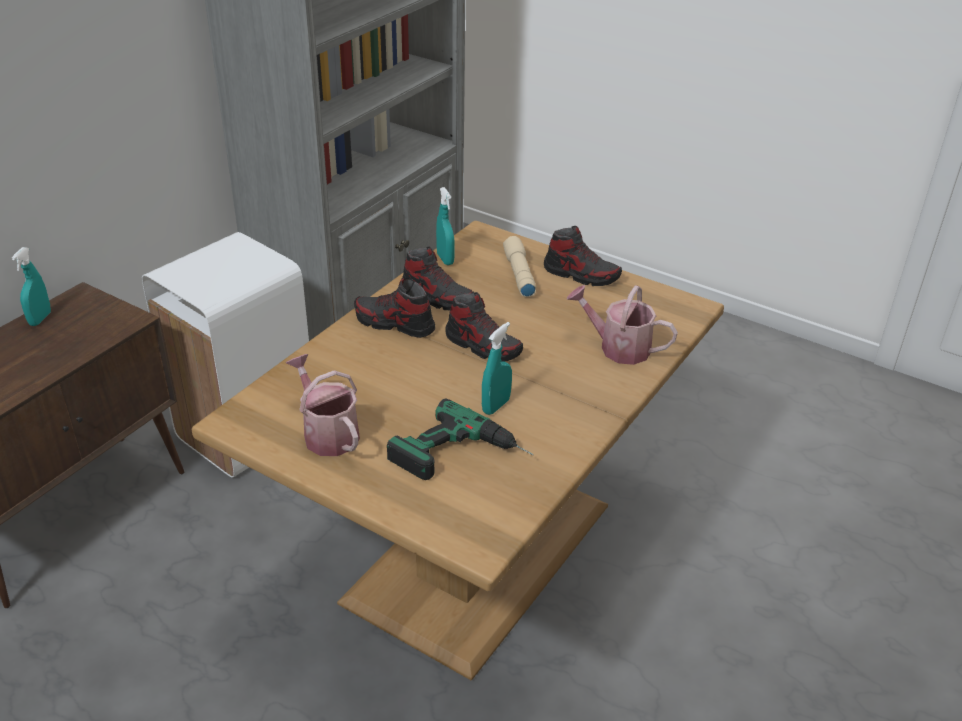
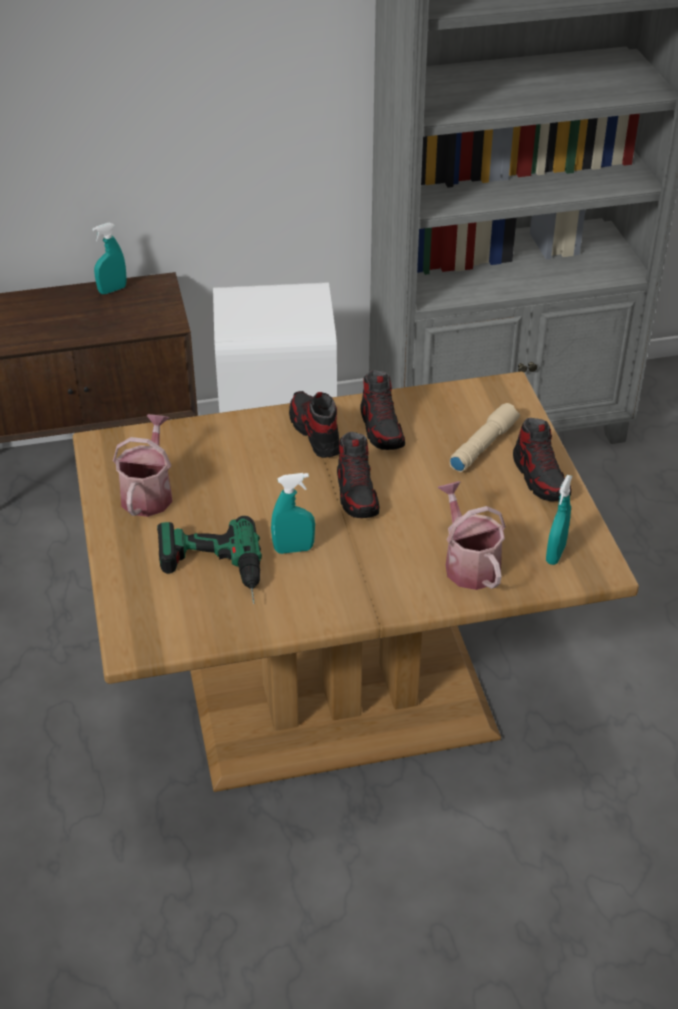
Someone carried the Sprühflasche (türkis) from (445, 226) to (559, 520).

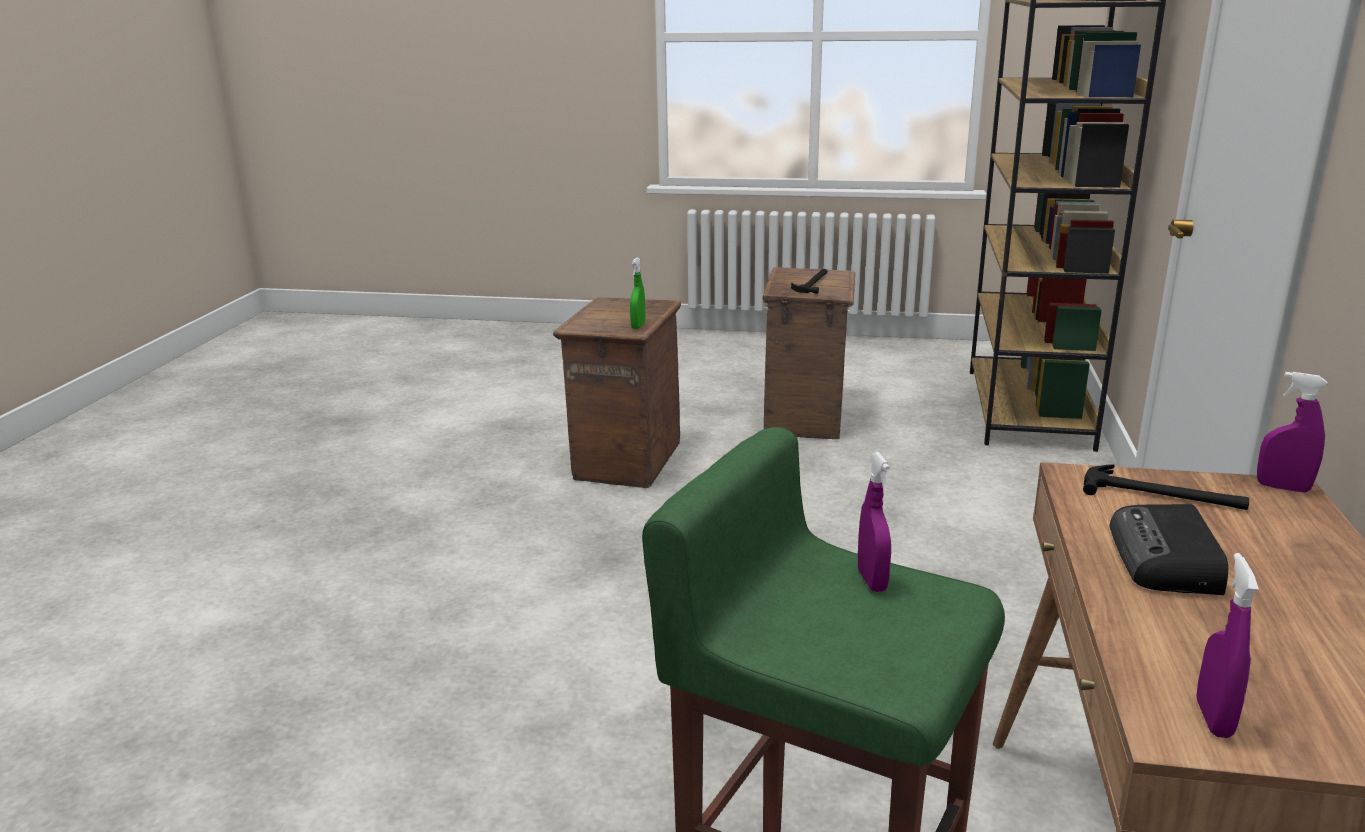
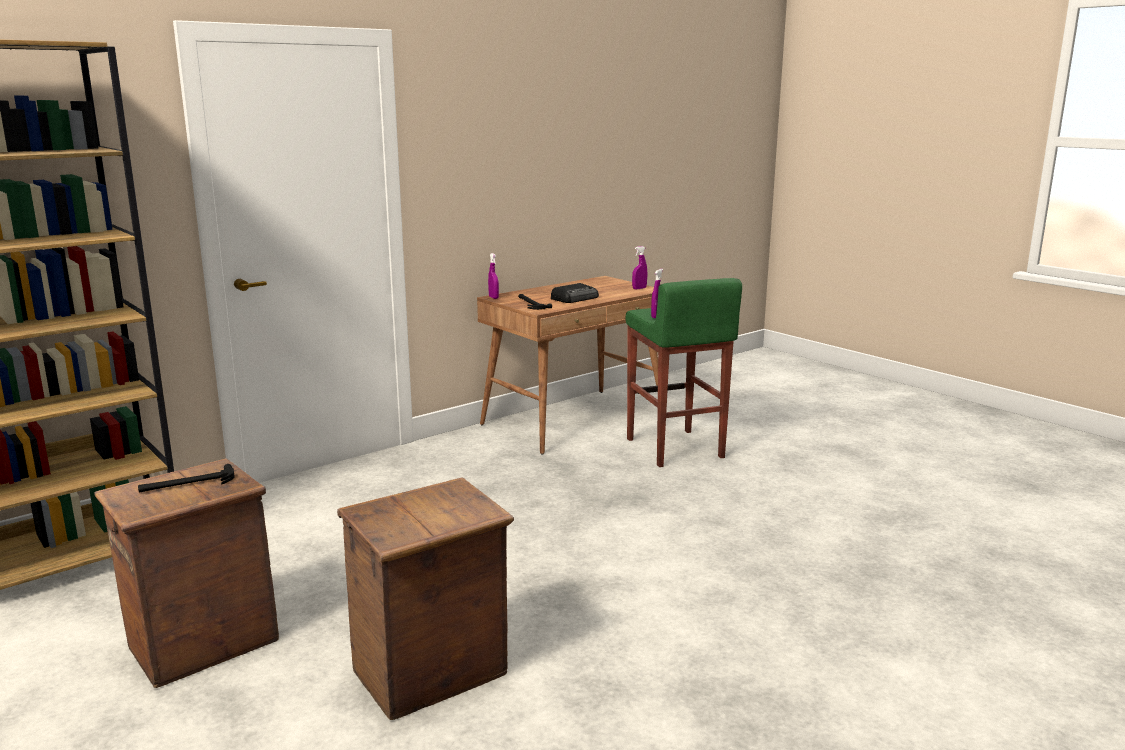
Someone took away the Sprühflasche (grün) at (637, 293).

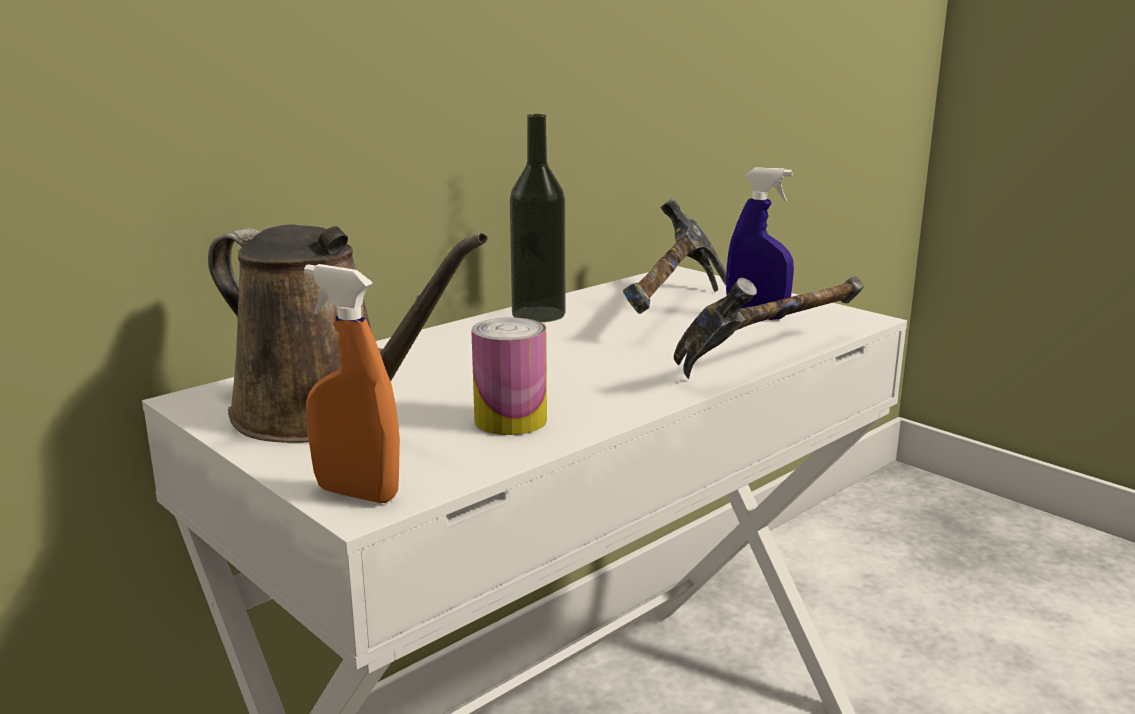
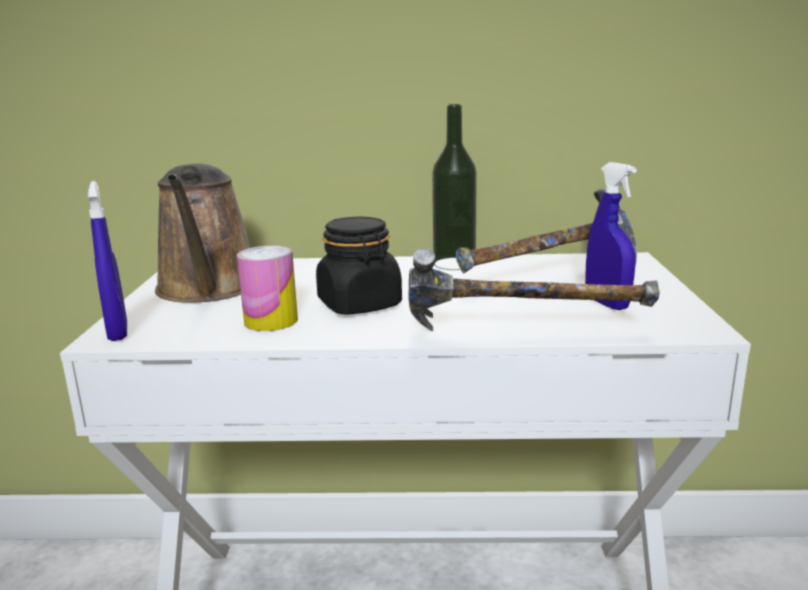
Someone repainted the Sprühflasche (orange) at (352, 383), which became the Sprühflasche (blau) at (107, 261).
Someone put down the Vorratsglas (schwarz) at (359, 266).

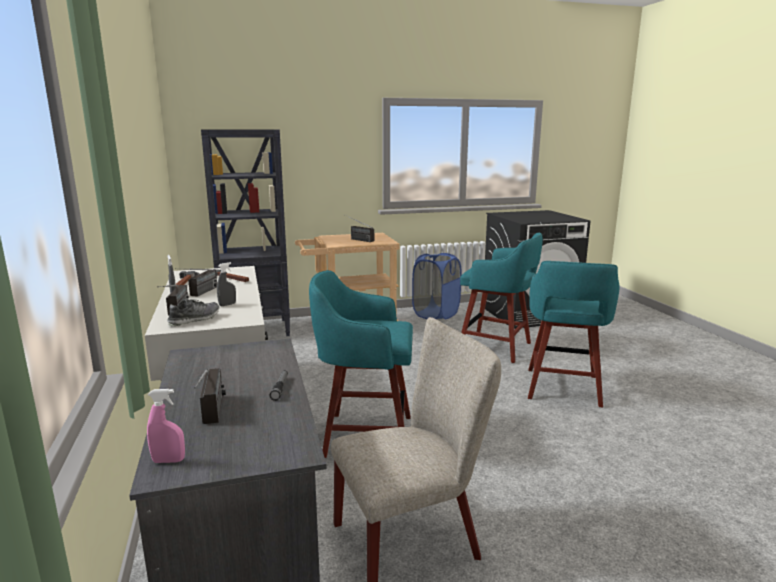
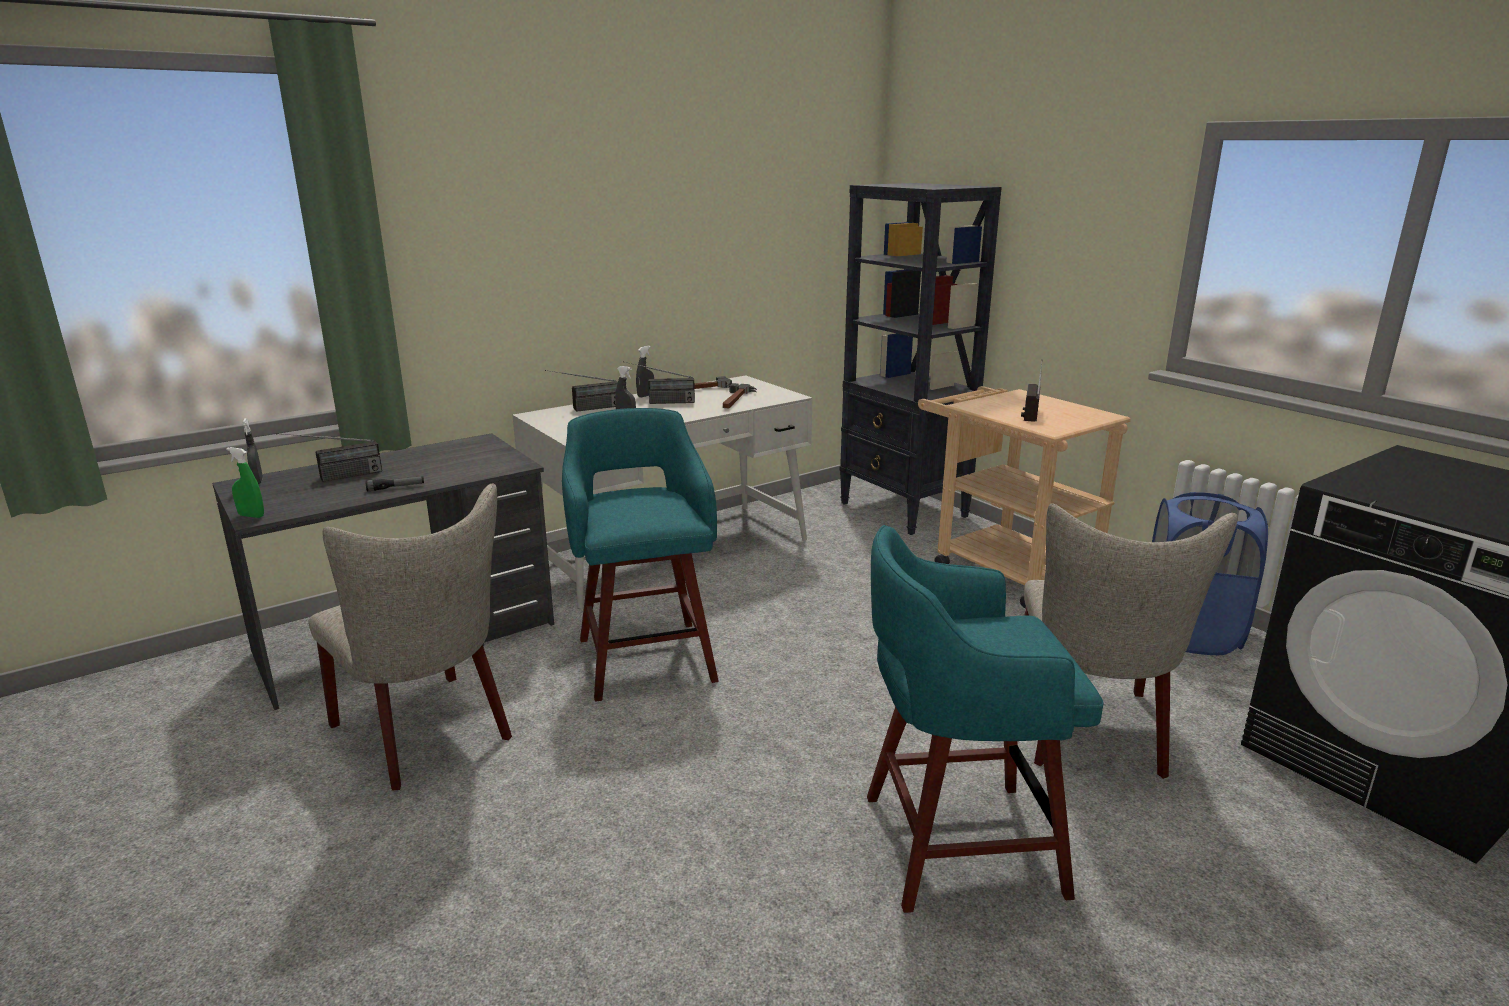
Someone swapped the Hocker (türkis) at (501, 298) for the Stuhl (beige) at (1131, 641).
Someone took away the Schuh at (193, 312).
Someone repainted the Sprühflasche (rosa) at (166, 426), which became the Sprühflasche (grau) at (253, 451).
Someone put down the Sprühflasche (grün) at (245, 482).

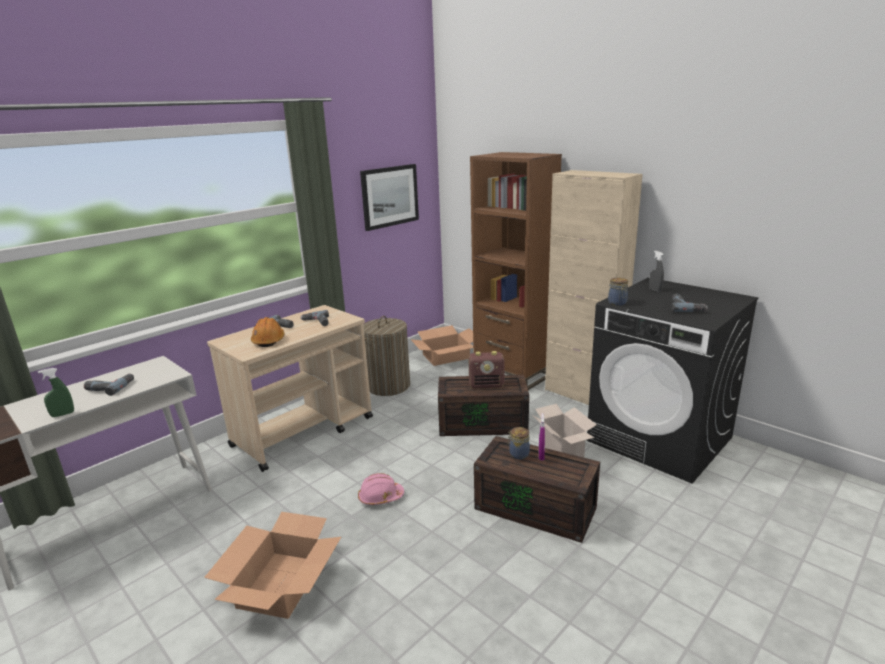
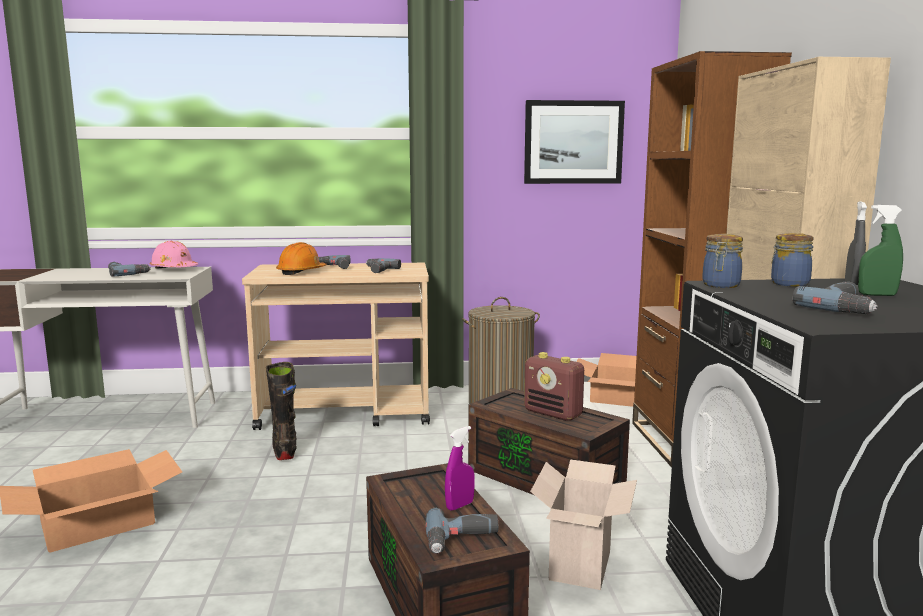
Someone carried the Sprühflasche (grün) from (56, 392) to (880, 250).
Someone carried the Vorratsglas from (518, 443) to (792, 260).
Someone carried the Schutzhelm (rosa) from (381, 489) to (174, 254).
Someone put down the Stiefel (schwarz) at (281, 411).
Someone put down the Bohrmaschine at (462, 531).

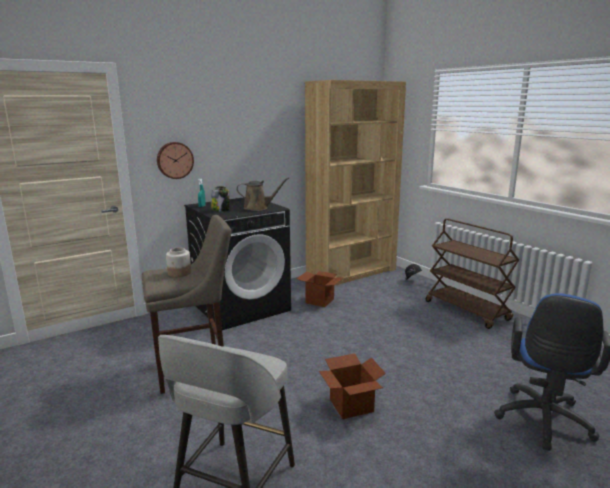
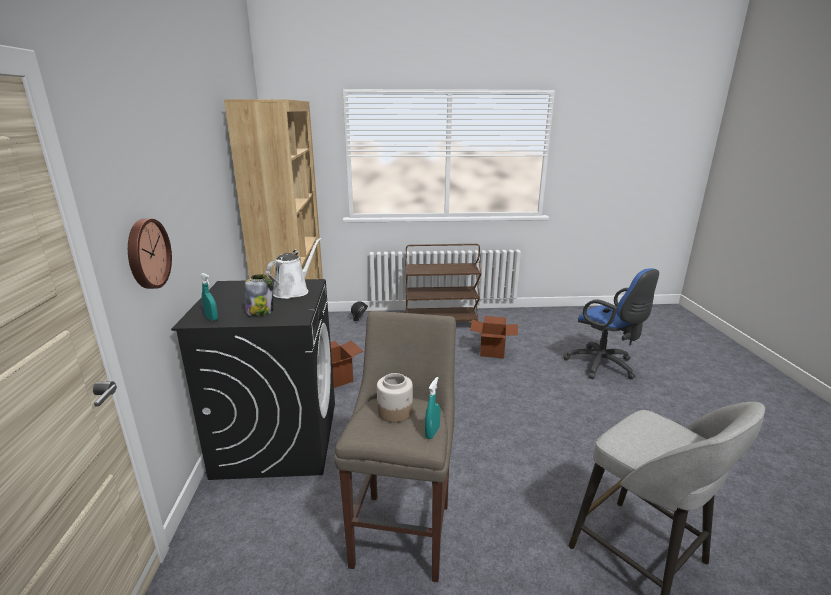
Someone repainted the Gießkanne (braun) at (262, 194), which became the Gießkanne (weiß) at (293, 268).
Someone carried the Karton from (352, 386) to (494, 337).
Someone put down the Sprühflasche (türkis) at (432, 408).

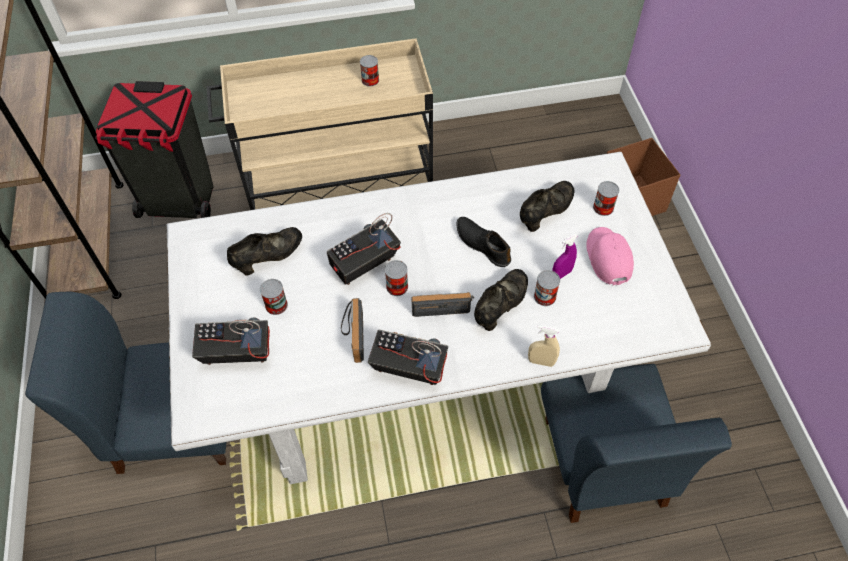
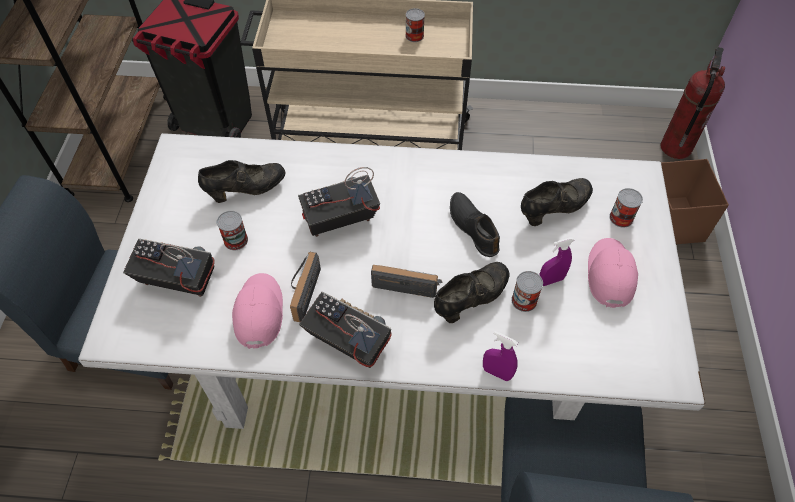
Someone took away the Dose at (396, 278).
Someone repainted the Sprühflasche (beige) at (544, 346), which became the Sprühflasche (lila) at (500, 356).
Someone put down the Feuerlöscher at (693, 103).
Someone put down the Kappe (rosa) at (257, 311).

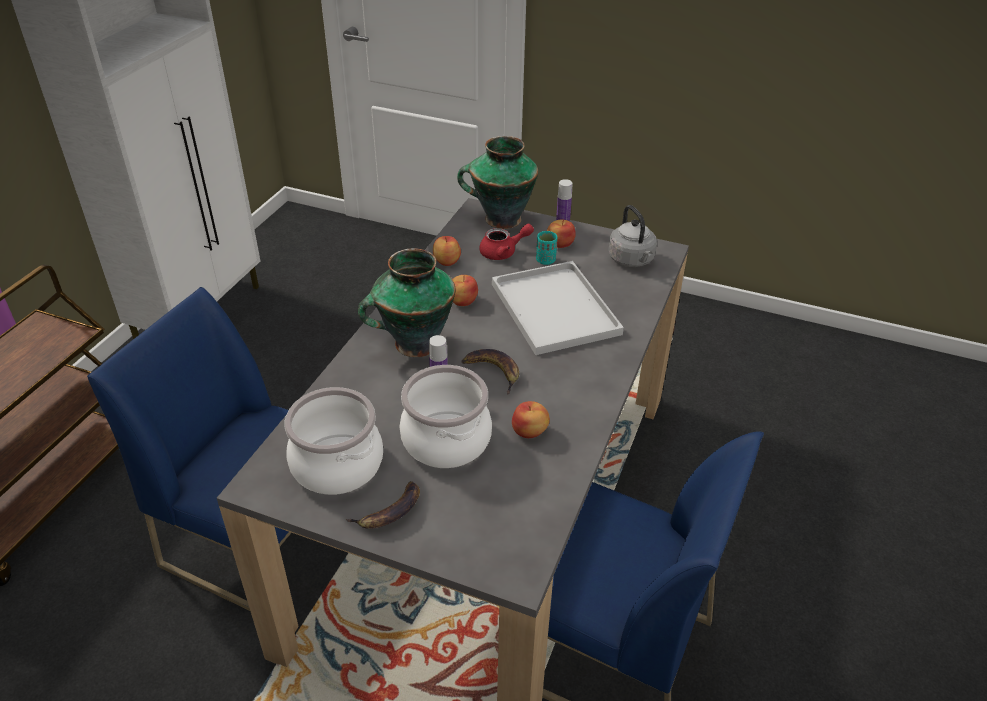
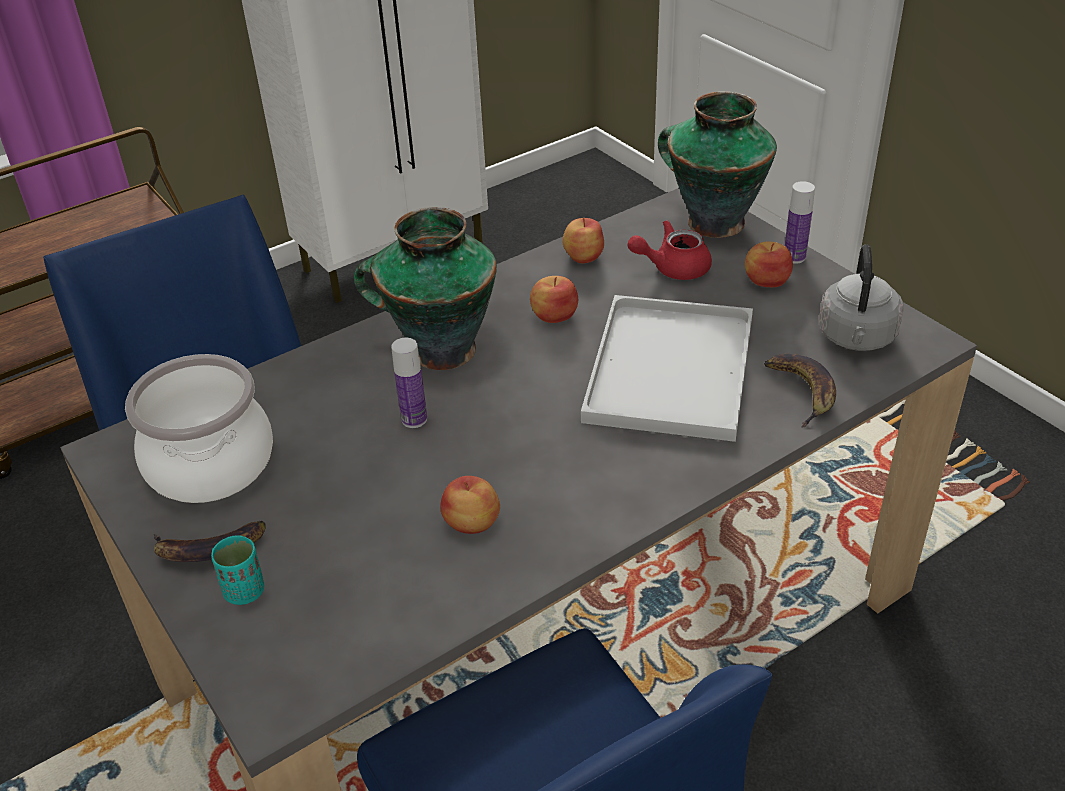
Someone rotated the Teekanne (rot) at (506, 242) by 150 degrees clockwise.
Someone carried the Tasse (türkis) from (546, 248) to (237, 570).
Someone carried the Banane from (490, 371) to (800, 390).
Someone took away the Kochtopf at (445, 416).

